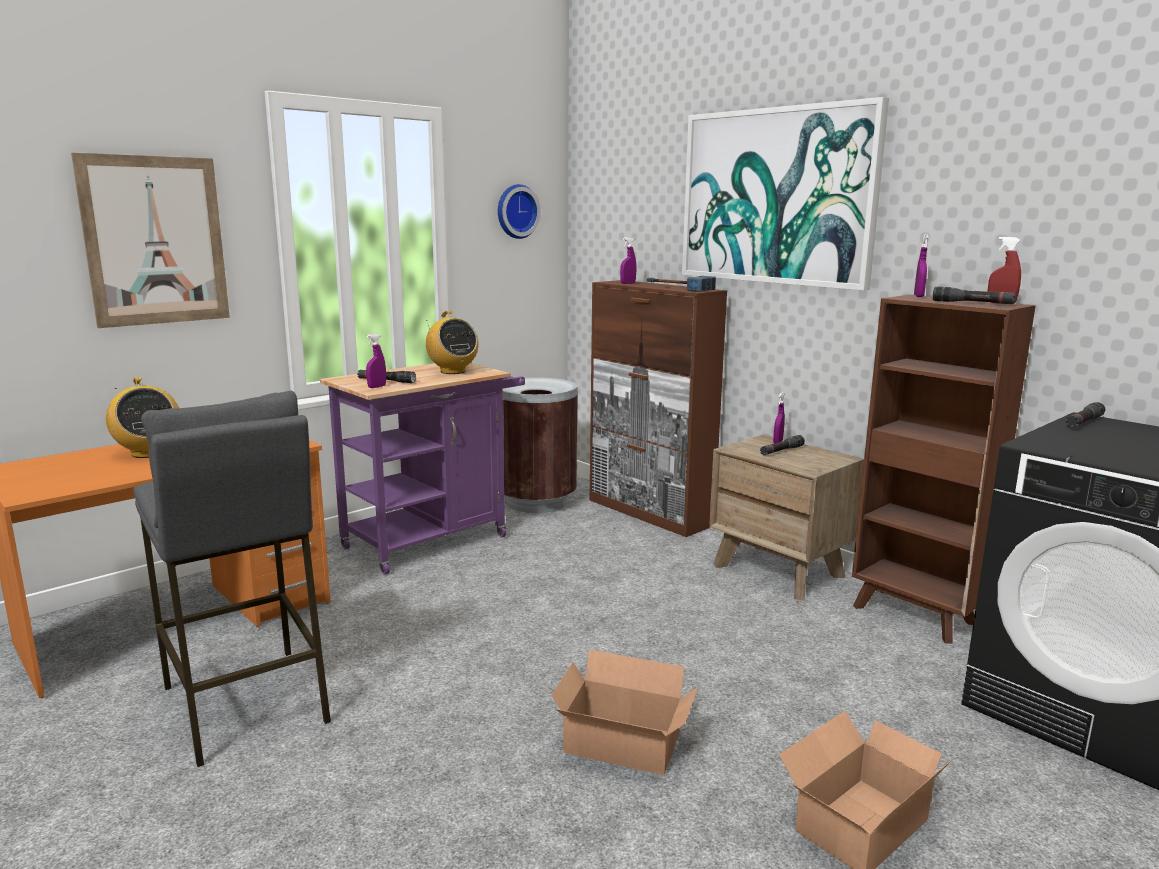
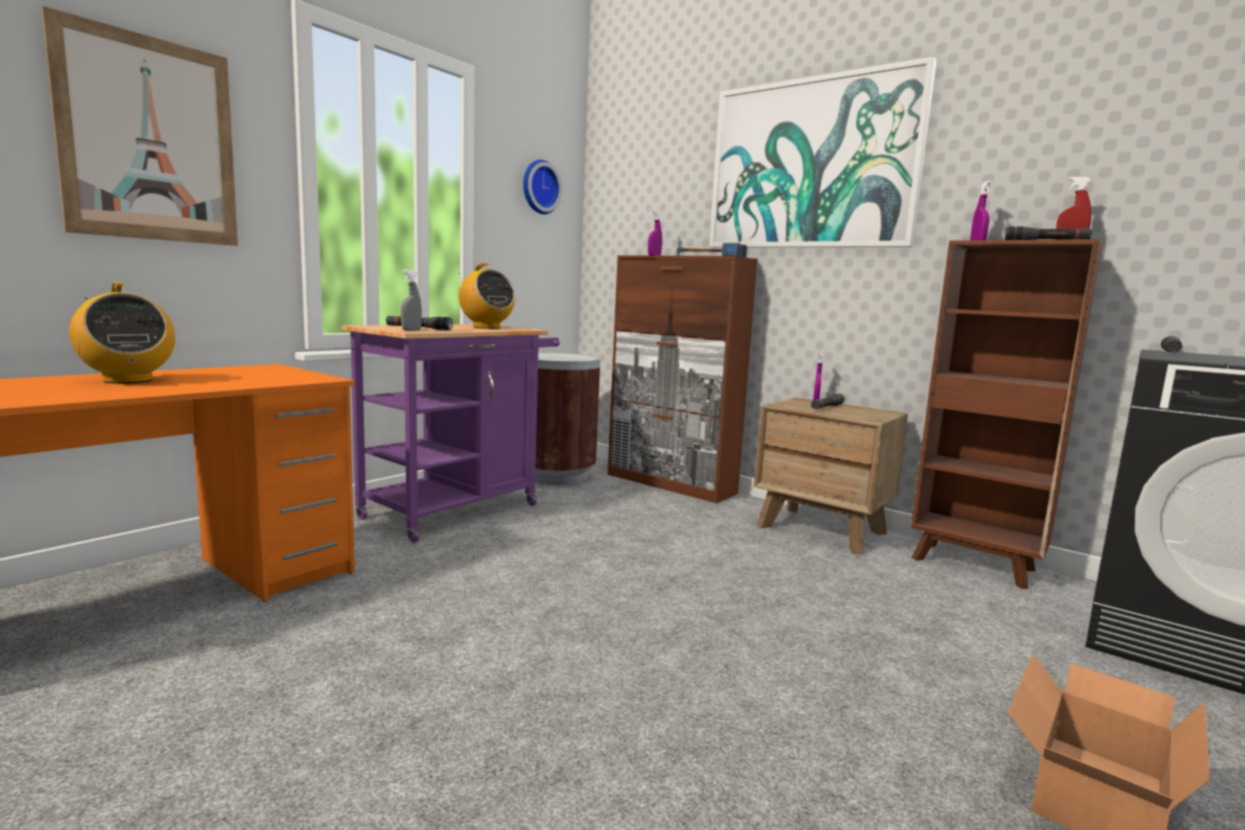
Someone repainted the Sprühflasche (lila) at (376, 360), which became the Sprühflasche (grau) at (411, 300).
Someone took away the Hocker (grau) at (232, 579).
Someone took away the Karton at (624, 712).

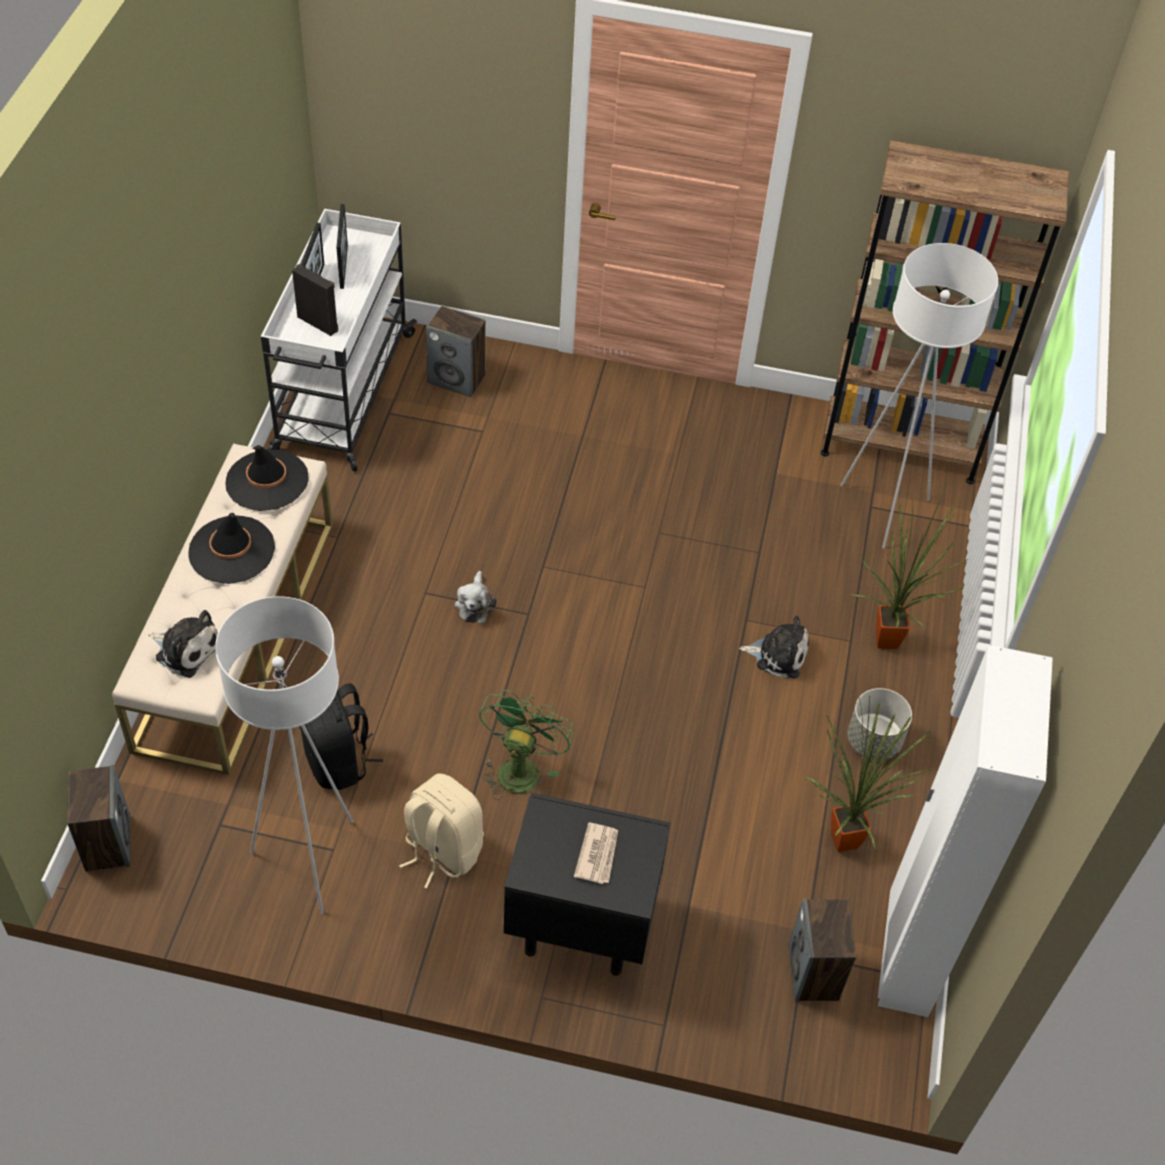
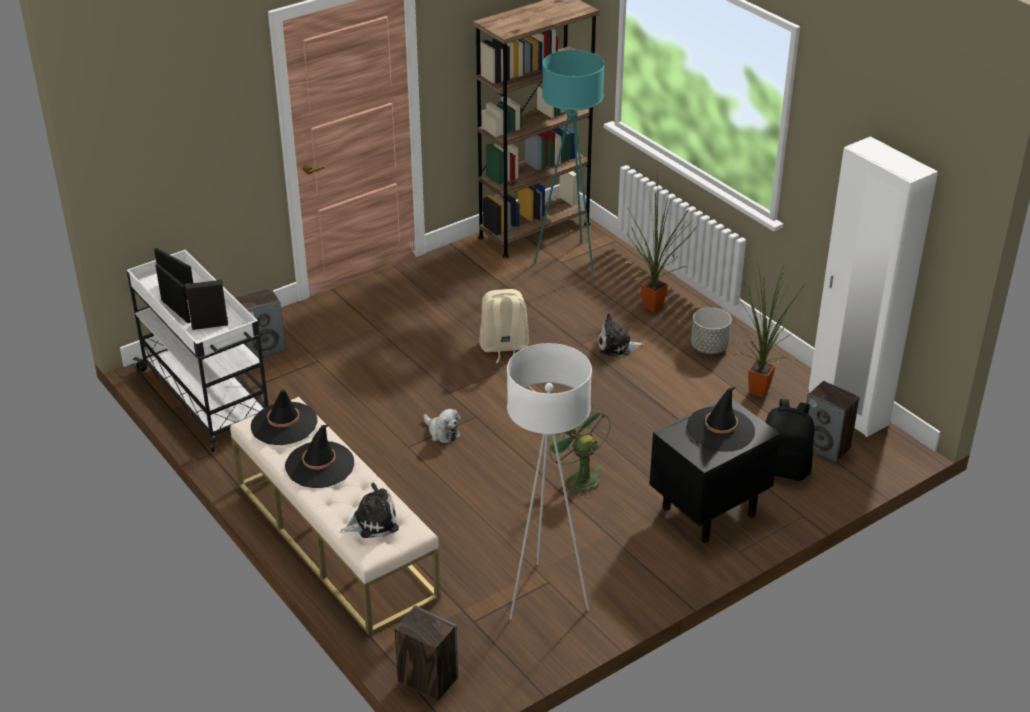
Someone repainted the Stehlampe (weiß) at (919, 395), which became the Stehlampe (türkis) at (569, 162).
Someone rotated the Plüschtier at (774, 647) by 150 degrees counterclockwise.
Someone carried the Rucksack (schwarz) from (341, 736) to (789, 440).
Someone carried the Rucksack (beige) from (441, 831) to (504, 326).
Someone swapped the Zeitung at (596, 853) for the Hut (schwarz) at (721, 419).

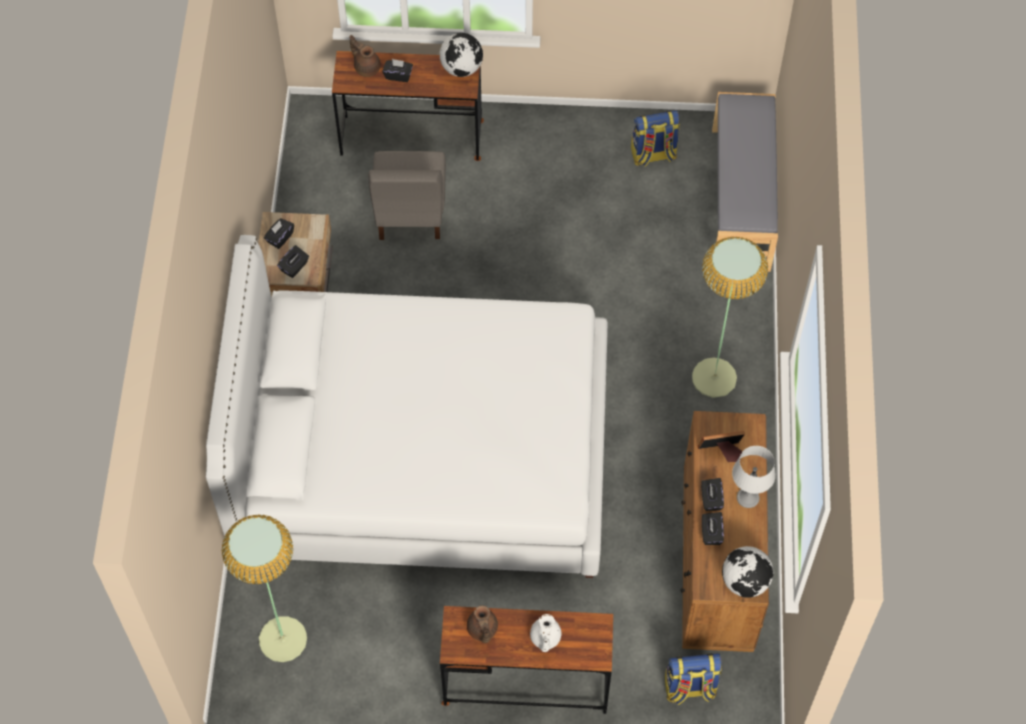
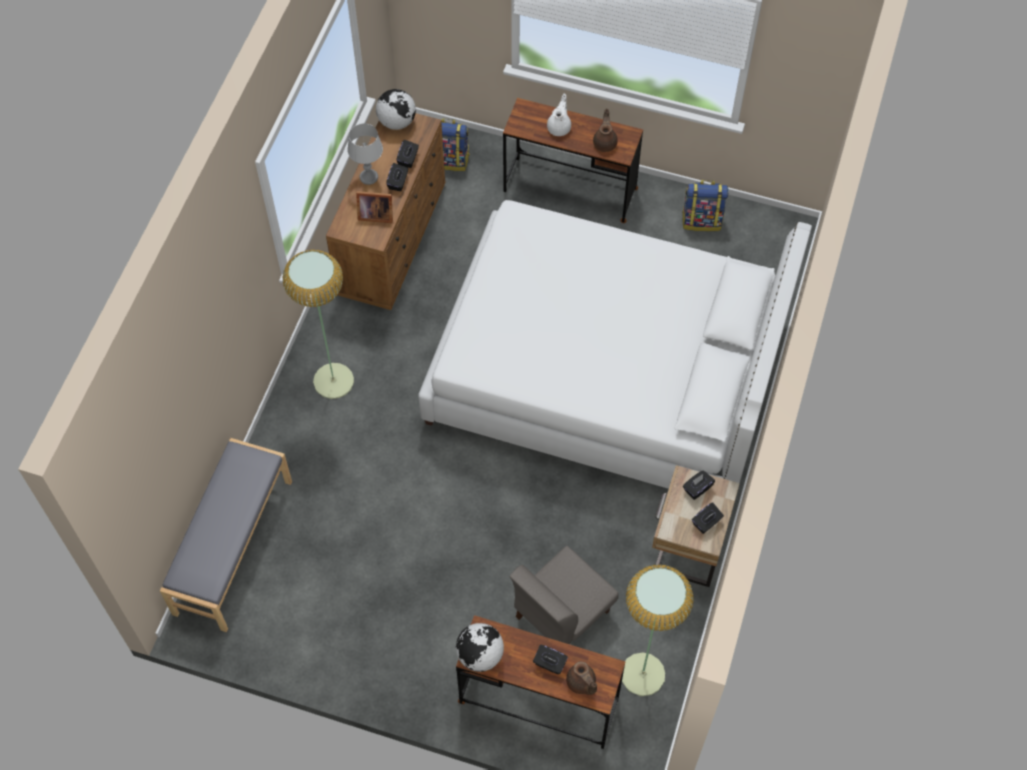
Someone carried the Rucksack from (655, 138) to (705, 205).
Someone rotated the Stuhl (grau) at (407, 195) by 150 degrees counterclockwise.
Someone carried the Stehlampe from (264, 588) to (657, 630).

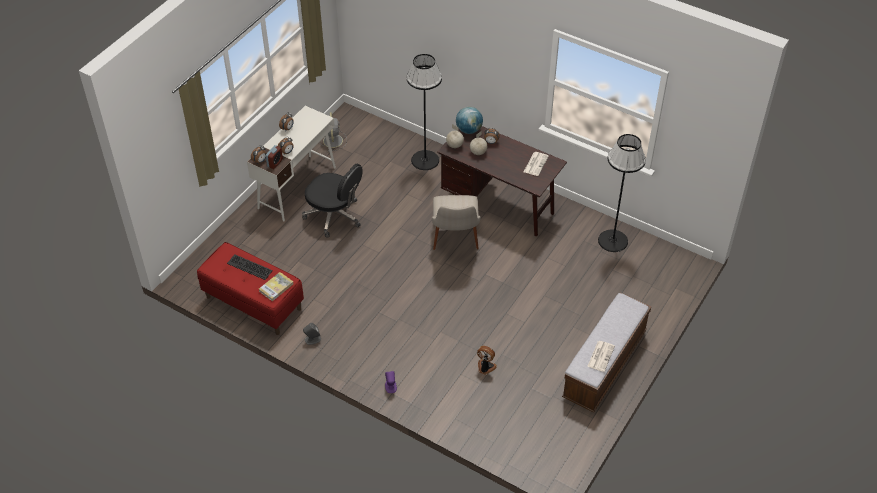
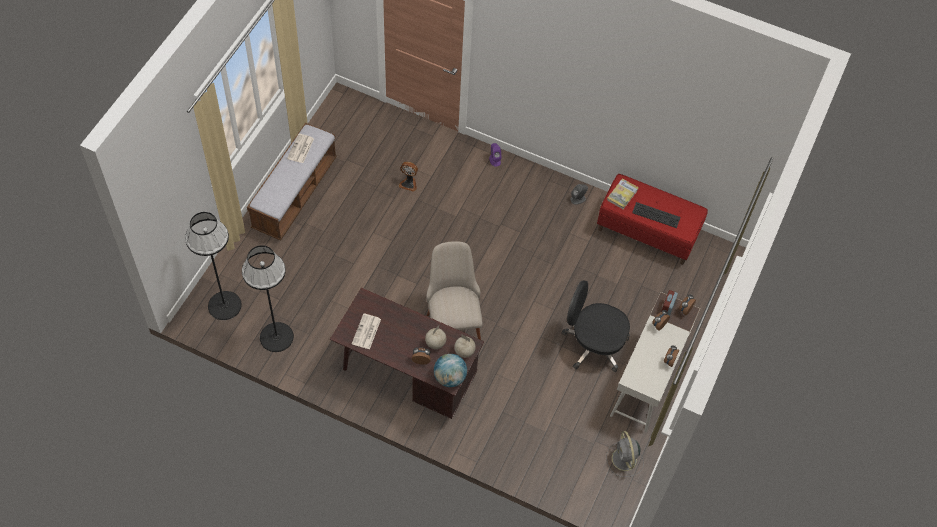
Someone carried the Stehlampe (schwarz) from (424, 112) to (213, 266).

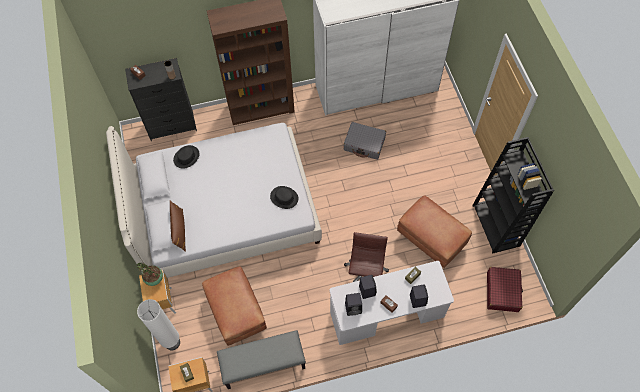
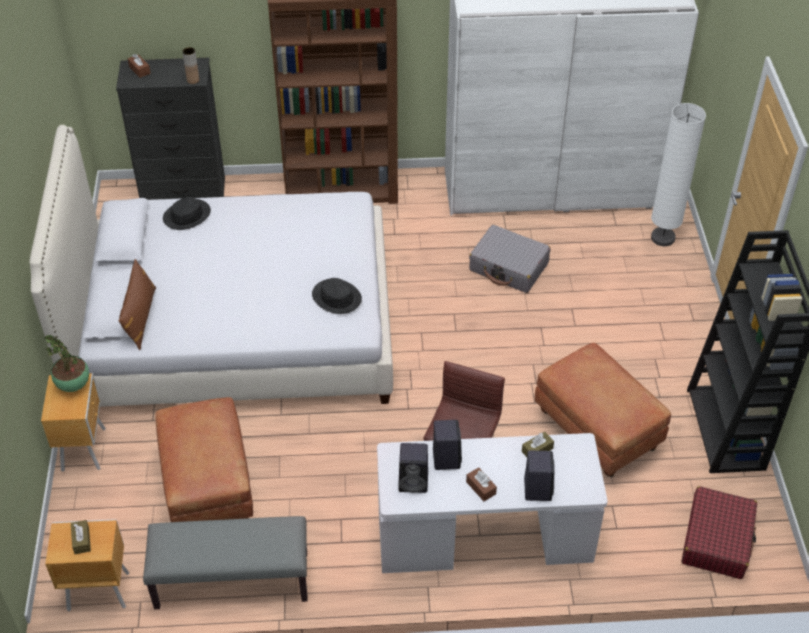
Someone carried the Stehlampe (weiß) from (158, 324) to (678, 174).

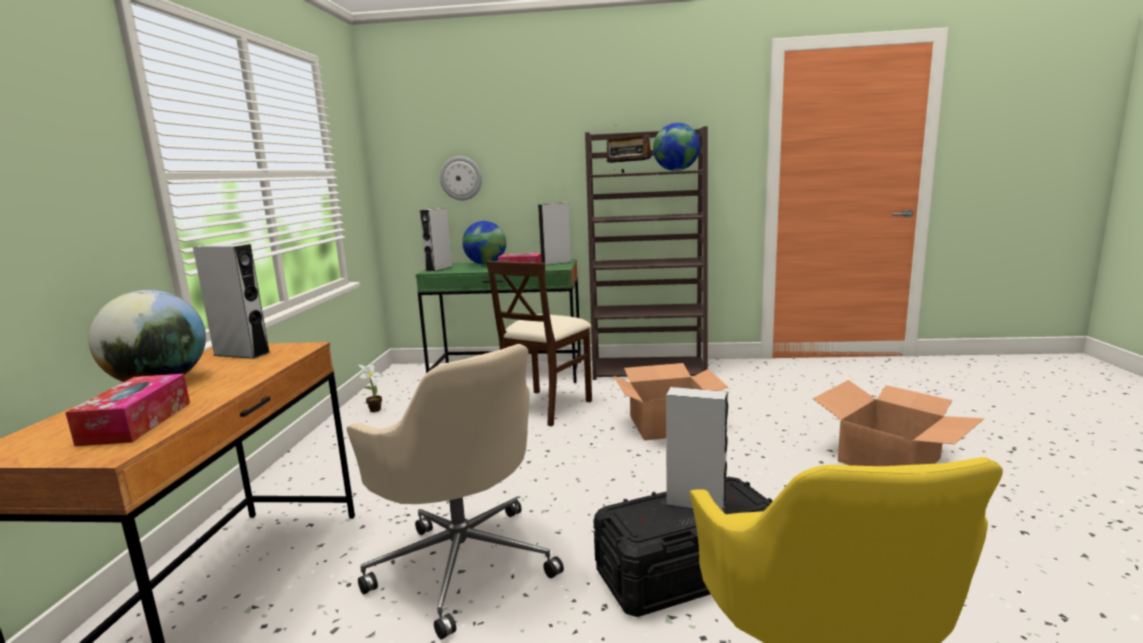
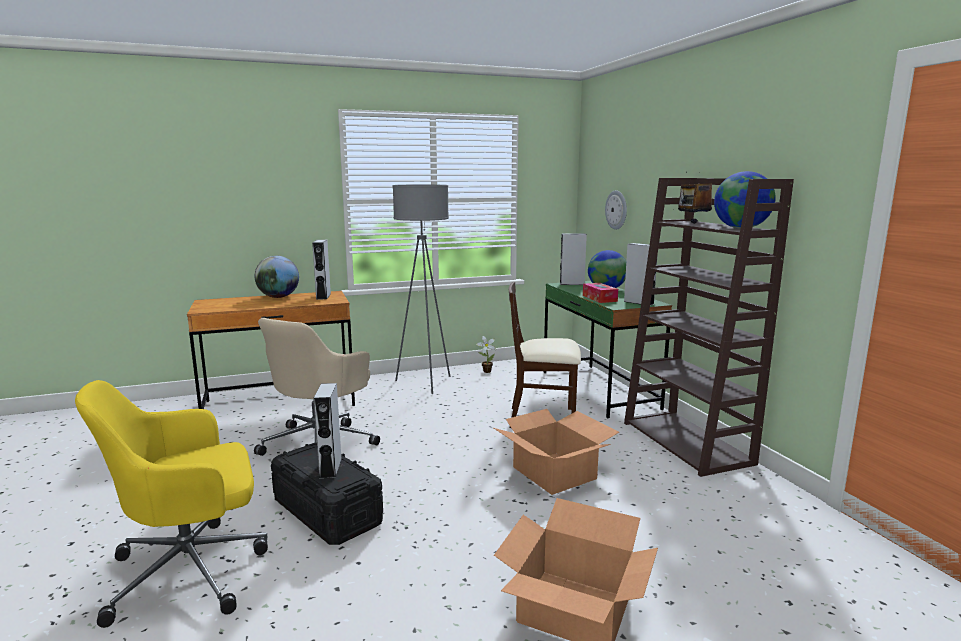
Someone took away the Taschentuchbox at (127, 410).
Someone put down the Stehlampe (grau) at (421, 289).

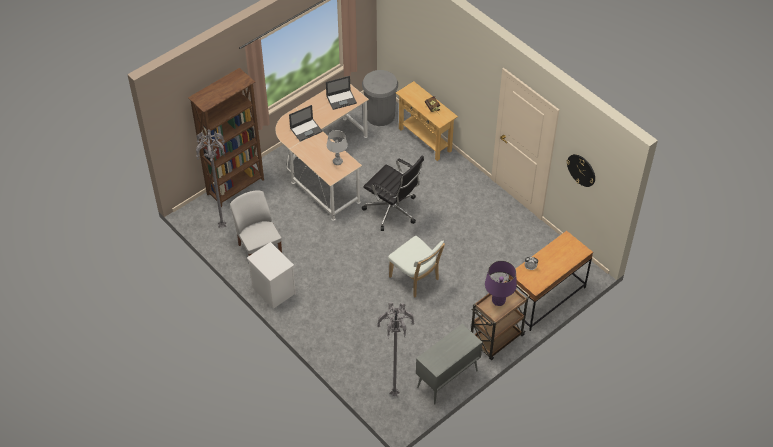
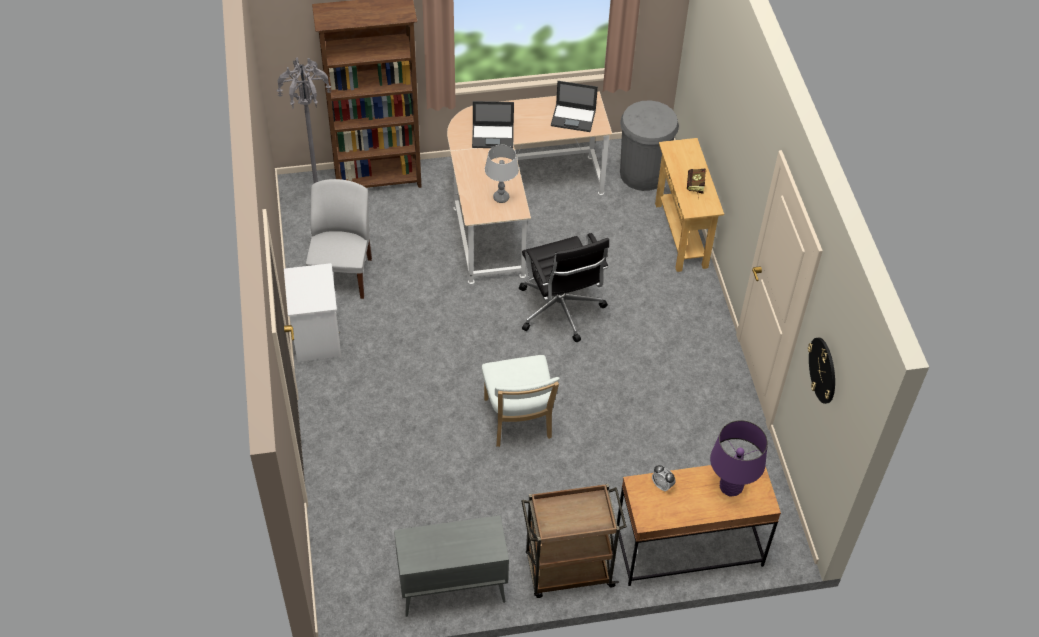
Someone carried the Tischlampe (lila) from (501, 283) to (739, 458).
Someone took away the Stehlampe (grau) at (396, 349).

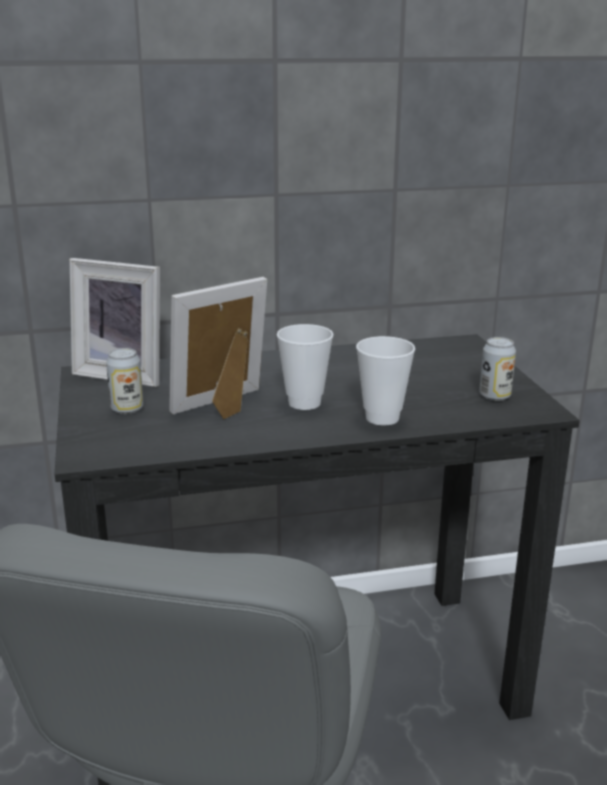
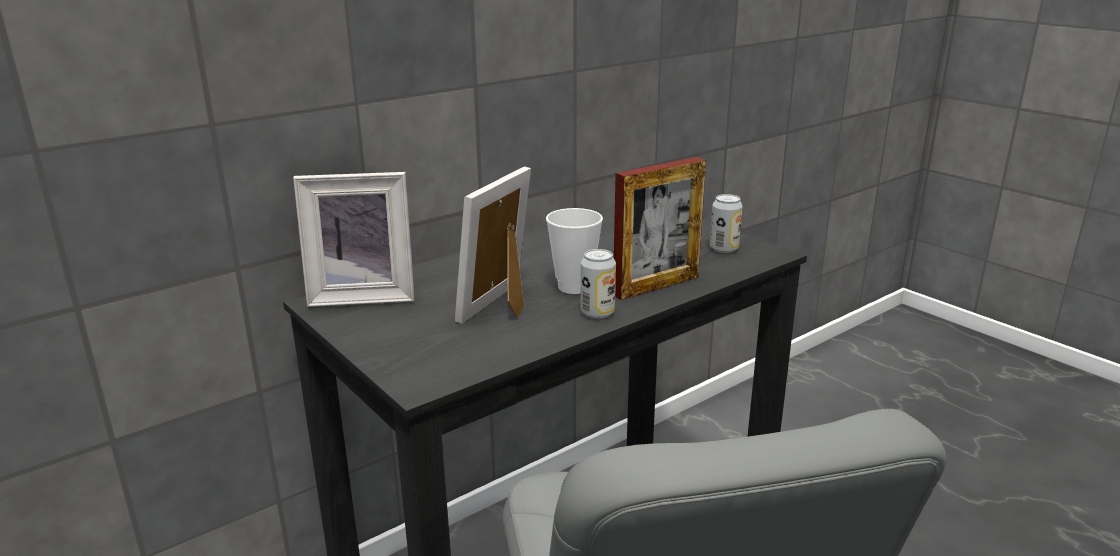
Someone swapped the Tasse at (385, 380) for the Bilderrahmen at (660, 228).
Someone carried the Dose from (124, 381) to (598, 284).

